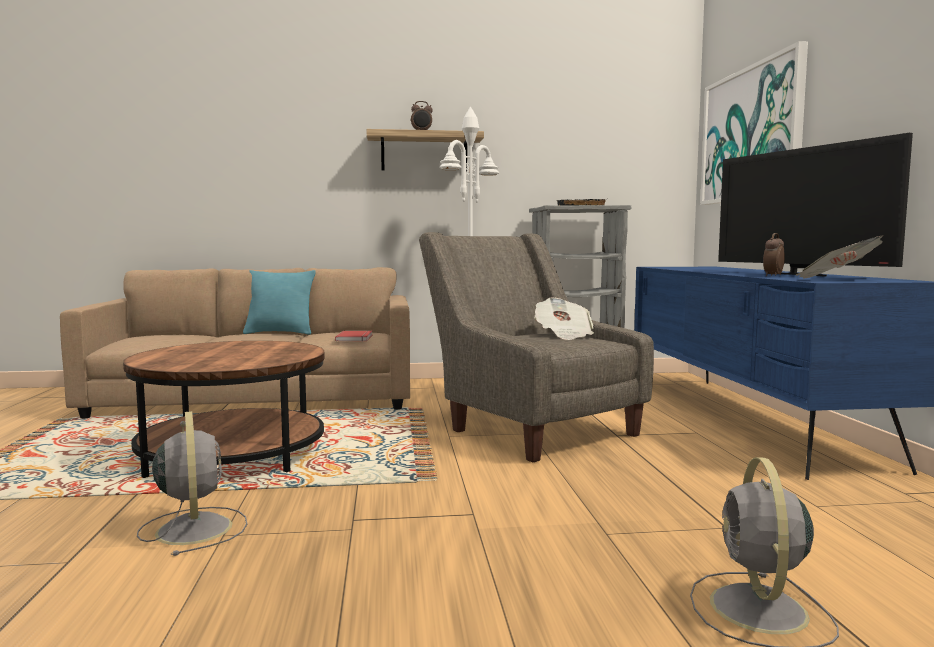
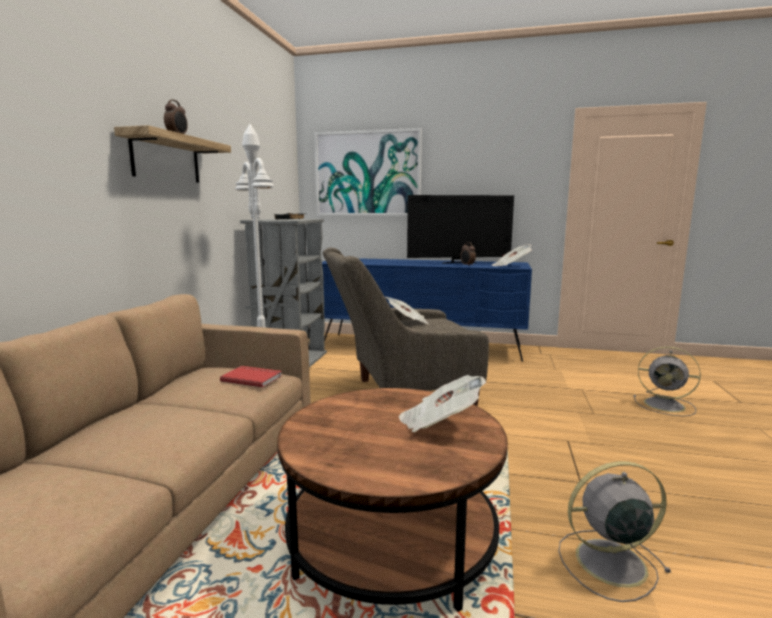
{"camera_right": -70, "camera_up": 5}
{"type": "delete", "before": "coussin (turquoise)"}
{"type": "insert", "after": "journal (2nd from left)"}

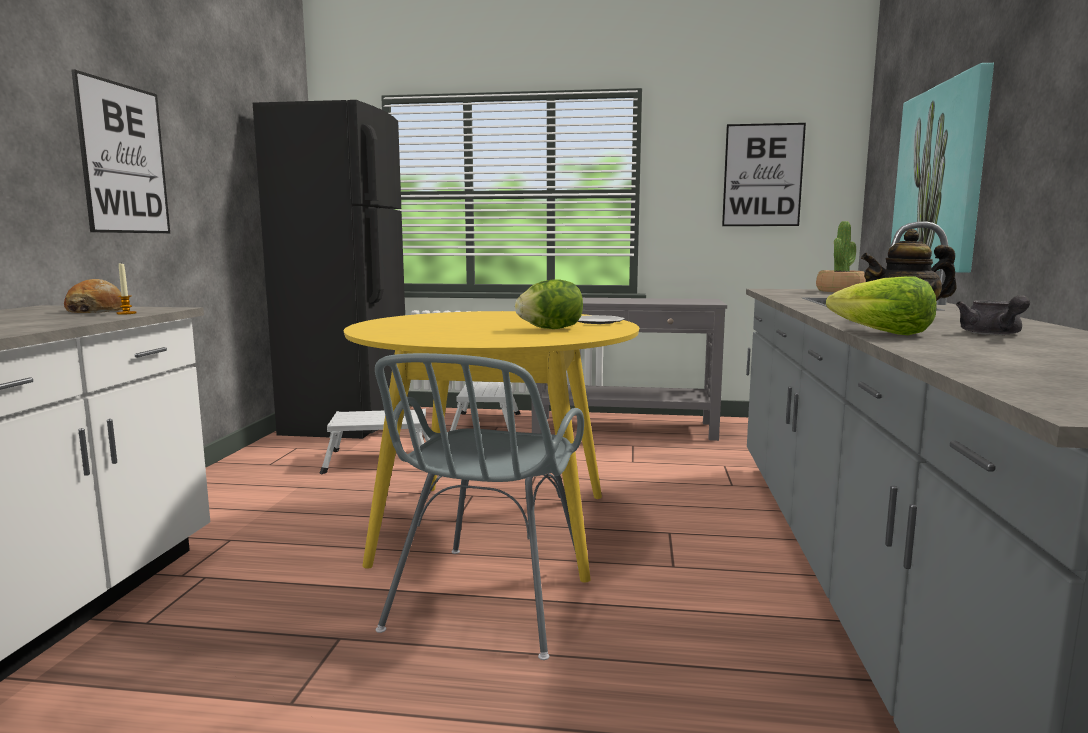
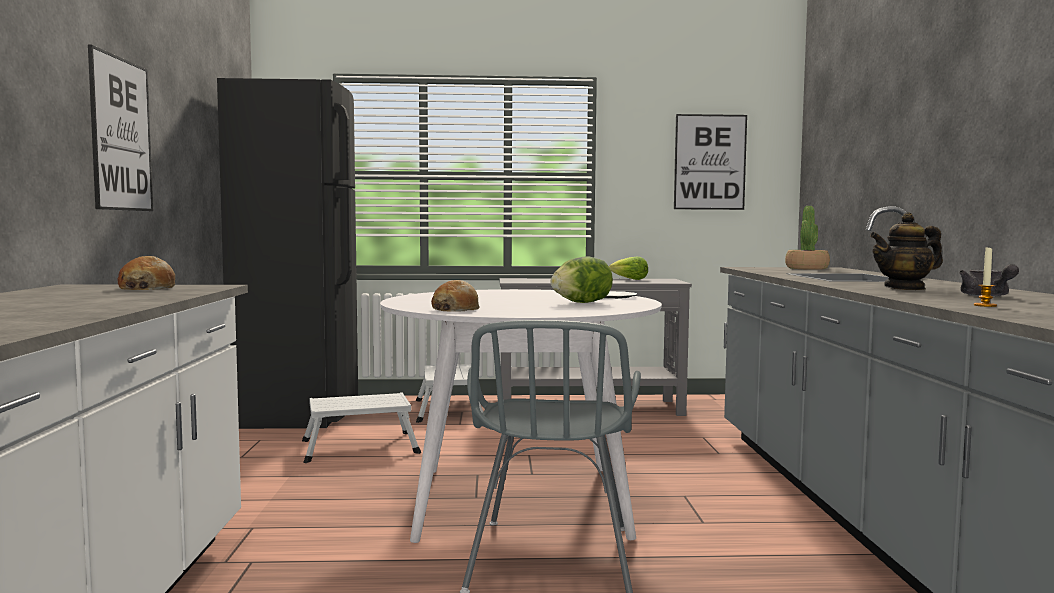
{"camera_right": -10, "camera_up": -5}
{"type": "move", "before": "bougie"}
{"type": "recolor", "before": "table à manger (jaune)", "after": "table à manger (blanc)"}
{"type": "move", "before": "laitue (2nd from left)"}
{"type": "delete", "before": "tableau (3rd from left)"}
{"type": "insert", "after": "pain (2nd from left)"}

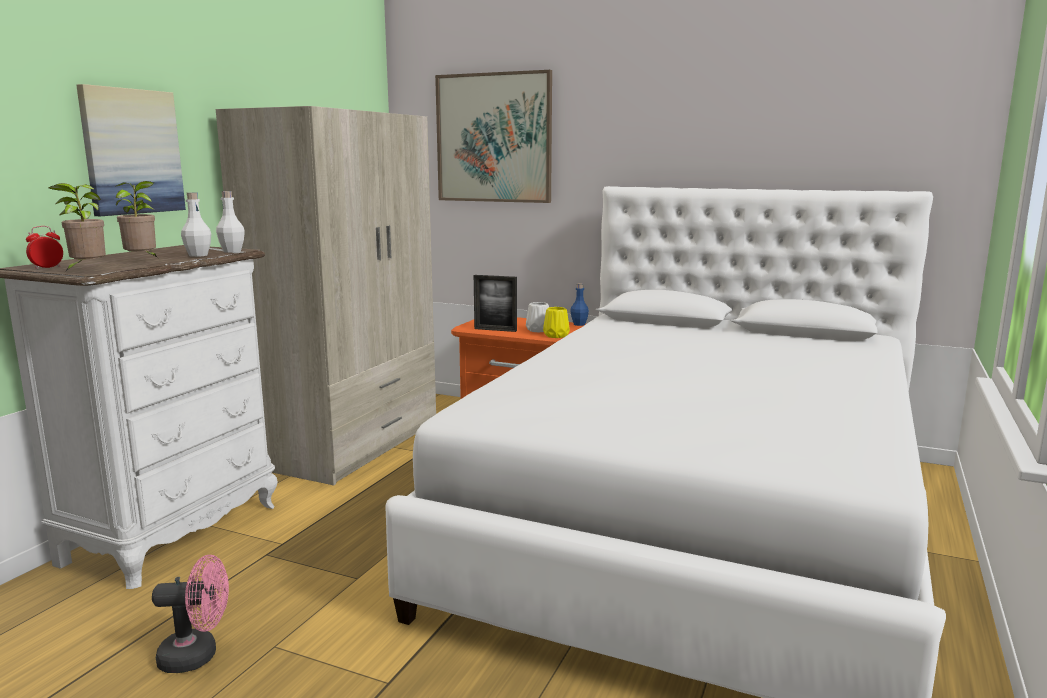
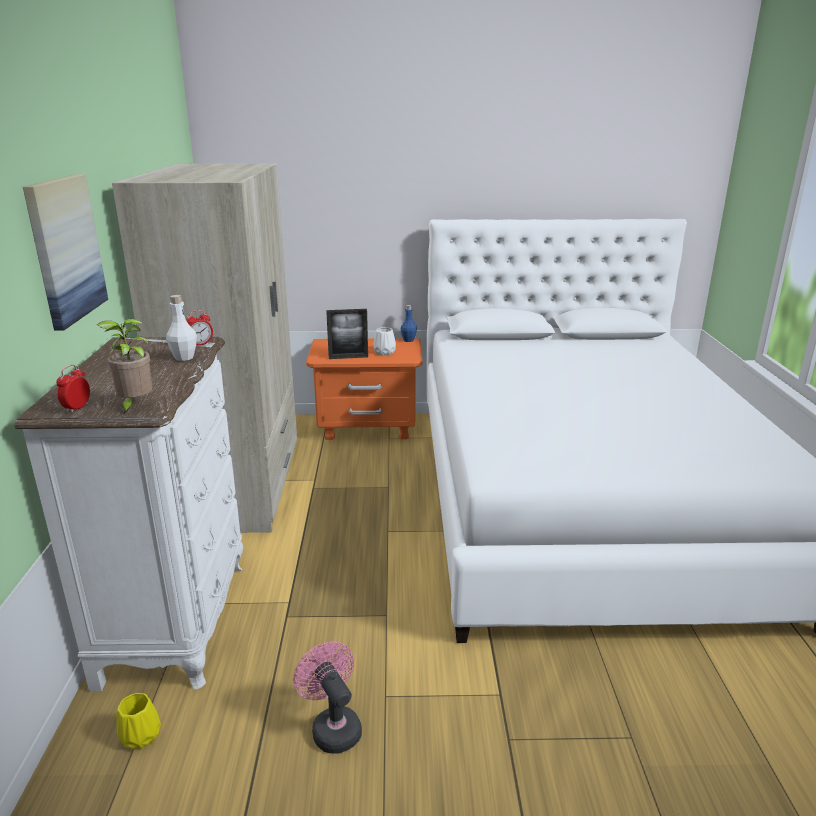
{"camera_right": -25, "camera_up": 10}
{"type": "delete", "before": "plante en pot (2nd from left)"}
{"type": "rotate", "before": "ventilateur (rose)", "turn": -90}
{"type": "replace", "before": "bouteille (blanc) (2nd from left)", "after": "réveil (2nd from left)"}
{"type": "delete", "before": "tableau (2nd from left)"}
{"type": "move", "before": "vase (jaune)"}

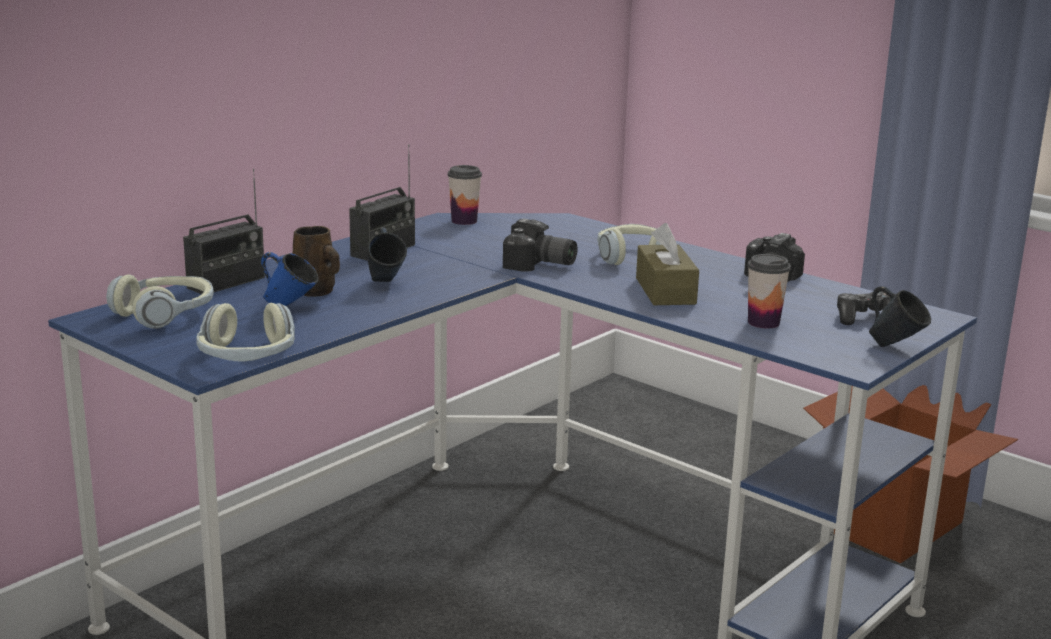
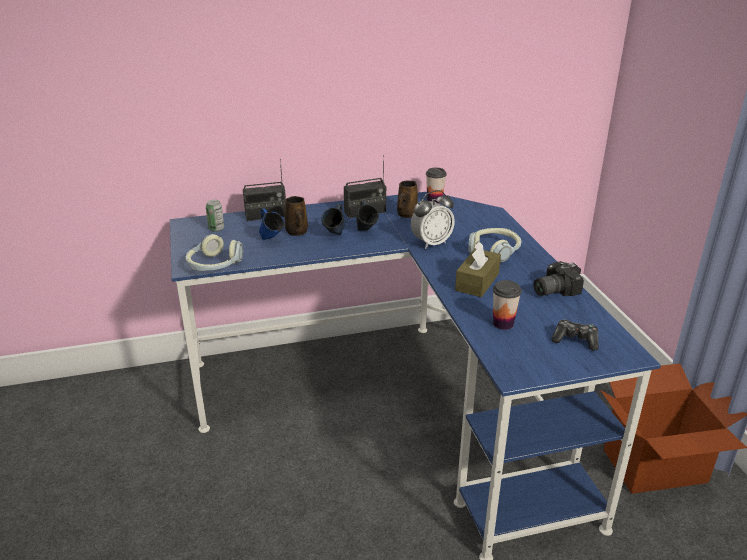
{"camera_right": 35, "camera_up": 10}
{"type": "replace", "before": "casque audio (1st from left)", "after": "boîte métallique"}
{"type": "replace", "before": "appareil photo (1st from left)", "after": "réveil"}
{"type": "move", "before": "mug (bleu) (3rd from left)"}
{"type": "insert", "after": "mug (marron) (2nd from left)"}

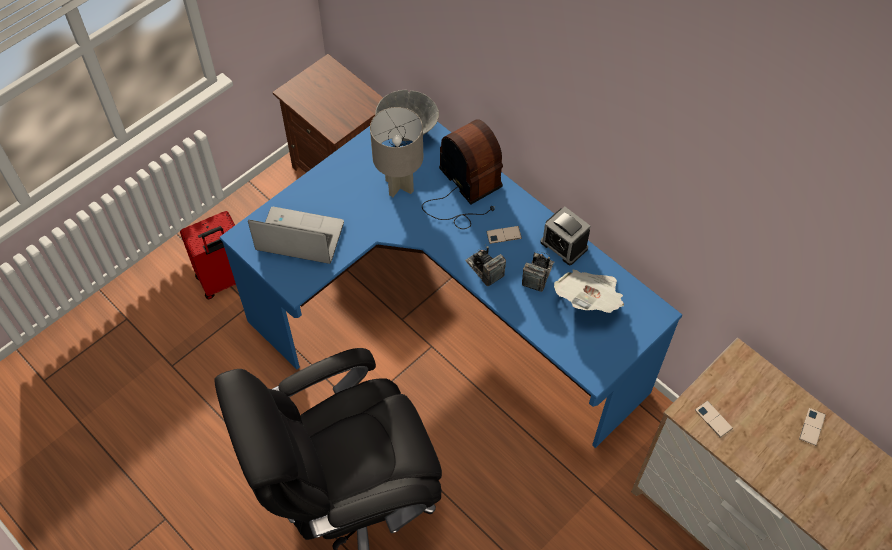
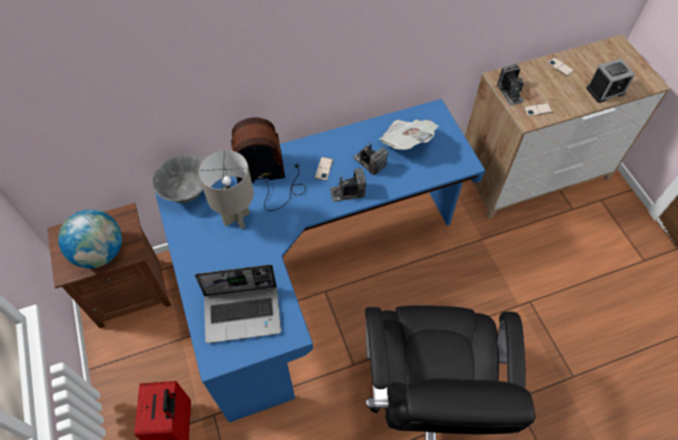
{"camera_right": -65, "camera_up": 0}
{"type": "rotate", "before": "ordinateur portable", "turn": -135}
{"type": "move", "before": "réveil"}
{"type": "insert", "after": "globe"}
{"type": "insert", "after": "appareil photo (3rd from left)"}

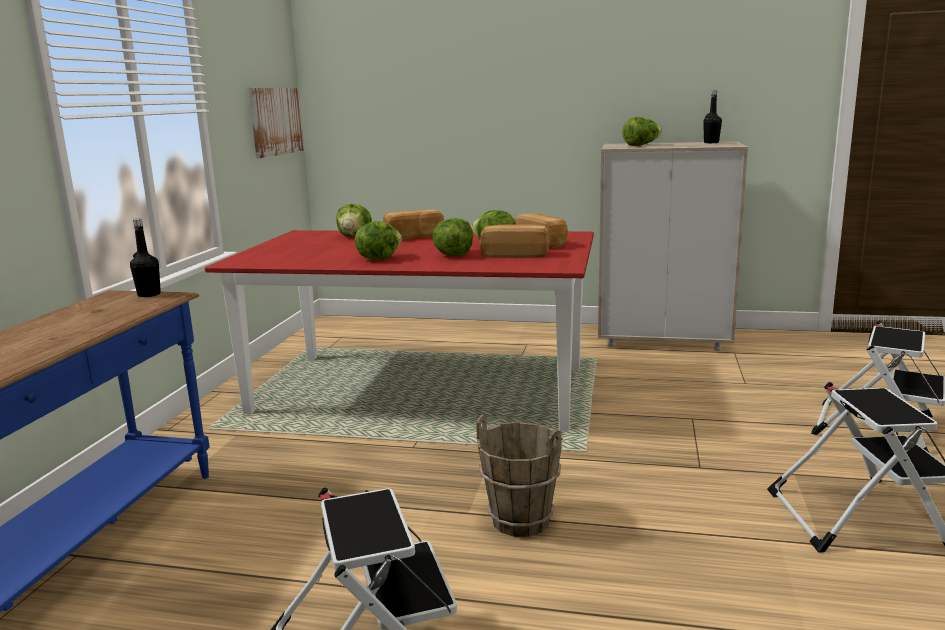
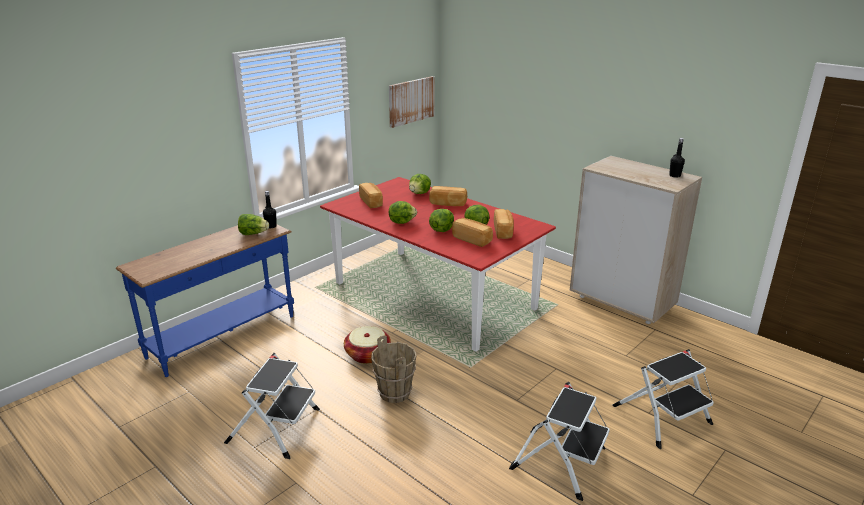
{"camera_right": 30, "camera_up": 10}
{"type": "move", "before": "laitue (5th from left in the first image)", "after": "laitue (1st from left)"}
{"type": "insert", "after": "panier"}
{"type": "insert", "after": "pain (1st from left)"}

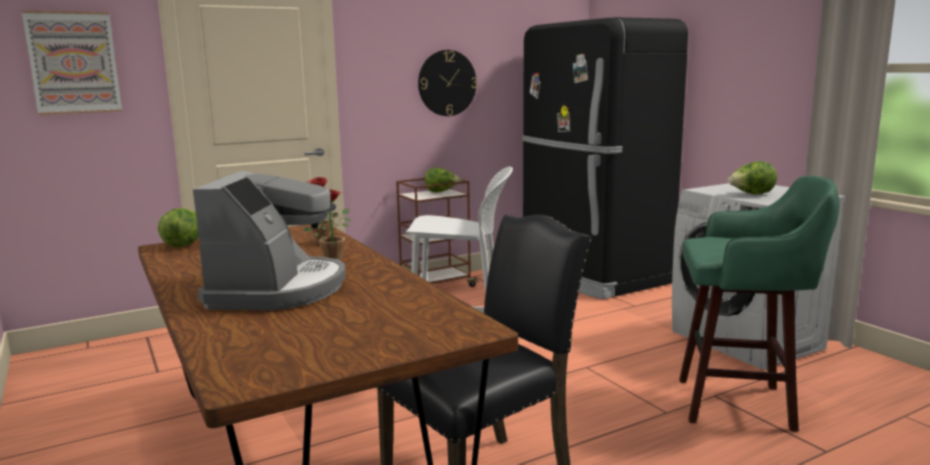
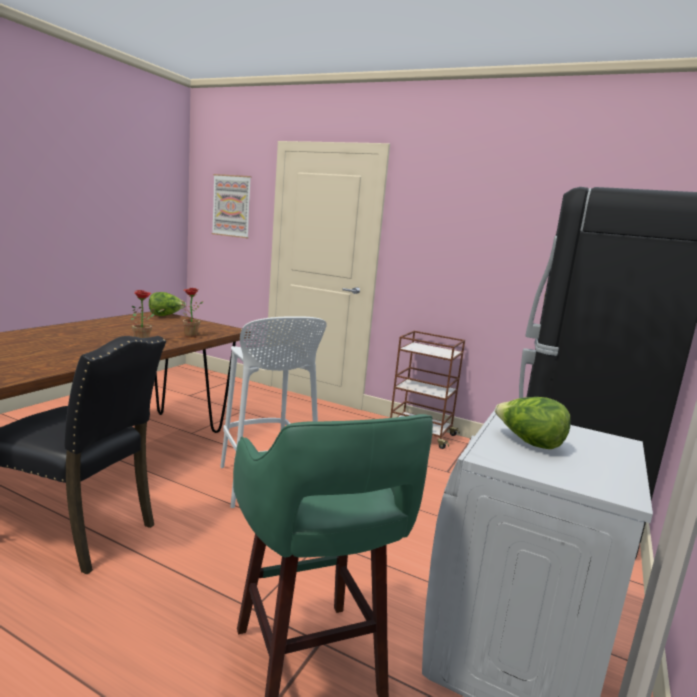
{"camera_right": 55, "camera_up": 0}
{"type": "delete", "before": "machine à café"}
{"type": "delete", "before": "horloge murale"}
{"type": "delete", "before": "laitue (2nd from left)"}

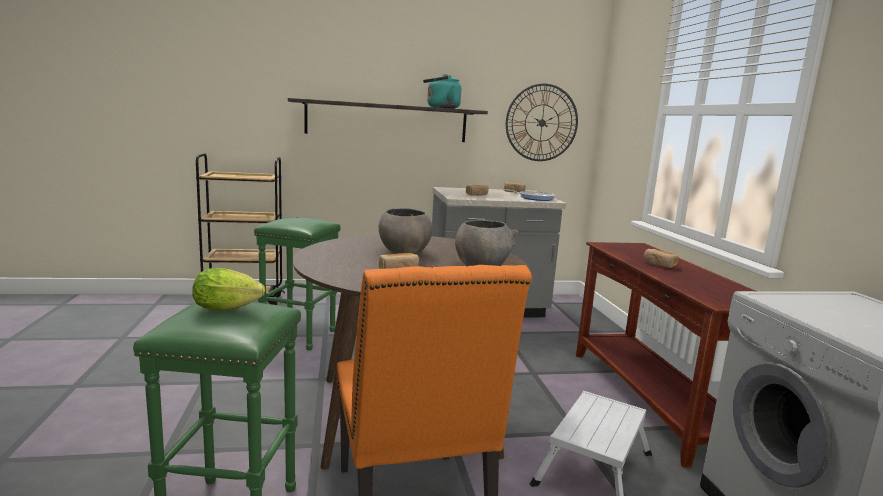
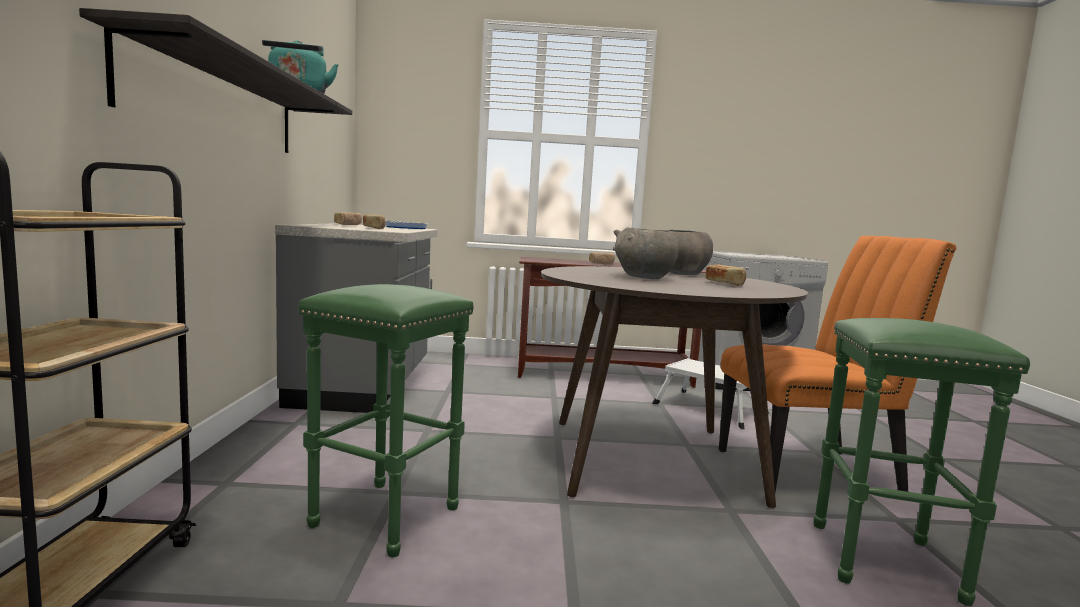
{"camera_right": -80, "camera_up": -5}
{"type": "delete", "before": "laitue"}
{"type": "delete", "before": "horloge murale"}

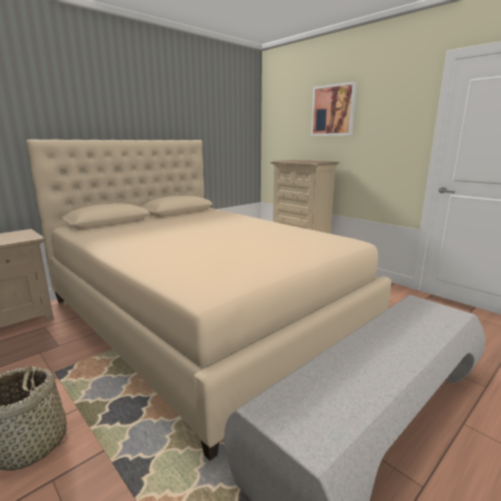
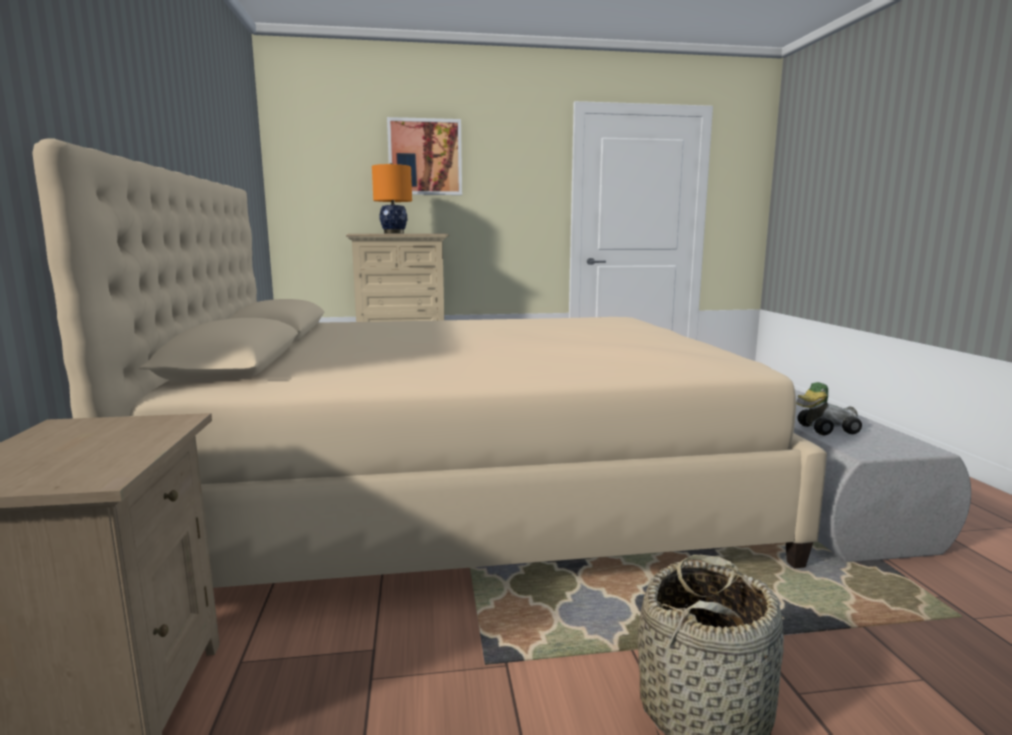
{"camera_right": -55, "camera_up": -5}
{"type": "insert", "after": "lampe de table (orange)"}
{"type": "insert", "after": "petite voiture"}

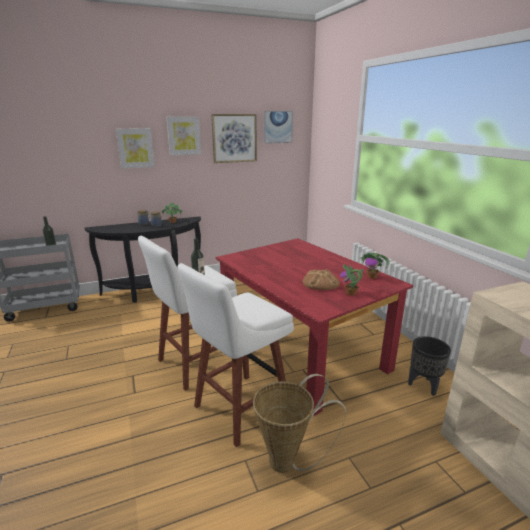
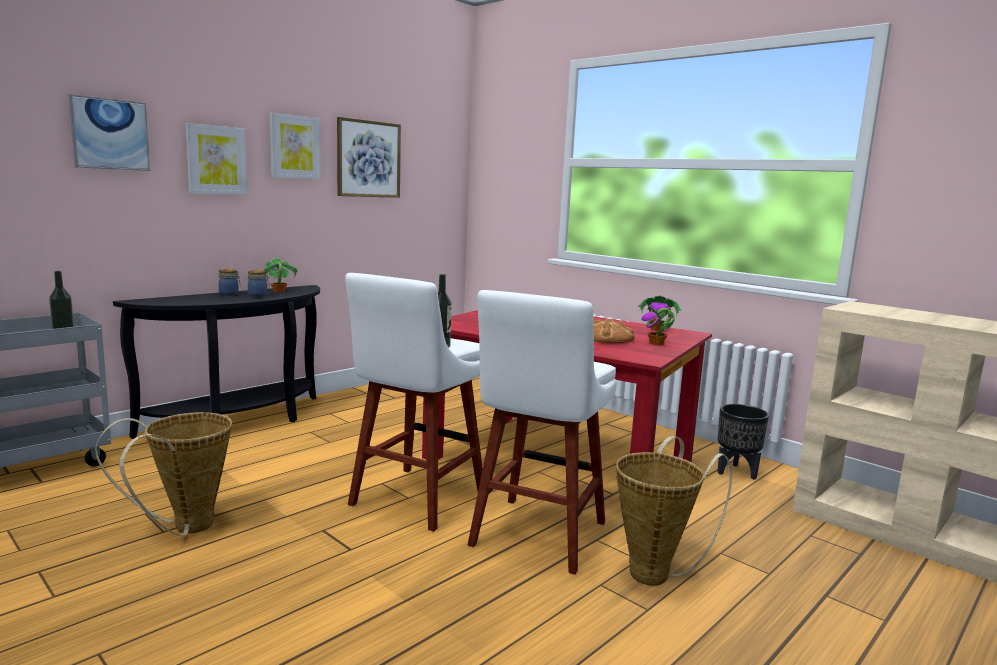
{"camera_right": -25, "camera_up": -10}
{"type": "move", "before": "tableau (4th from left in the first image)", "after": "tableau (1st from left)"}
{"type": "insert", "after": "panier (1st from left)"}

